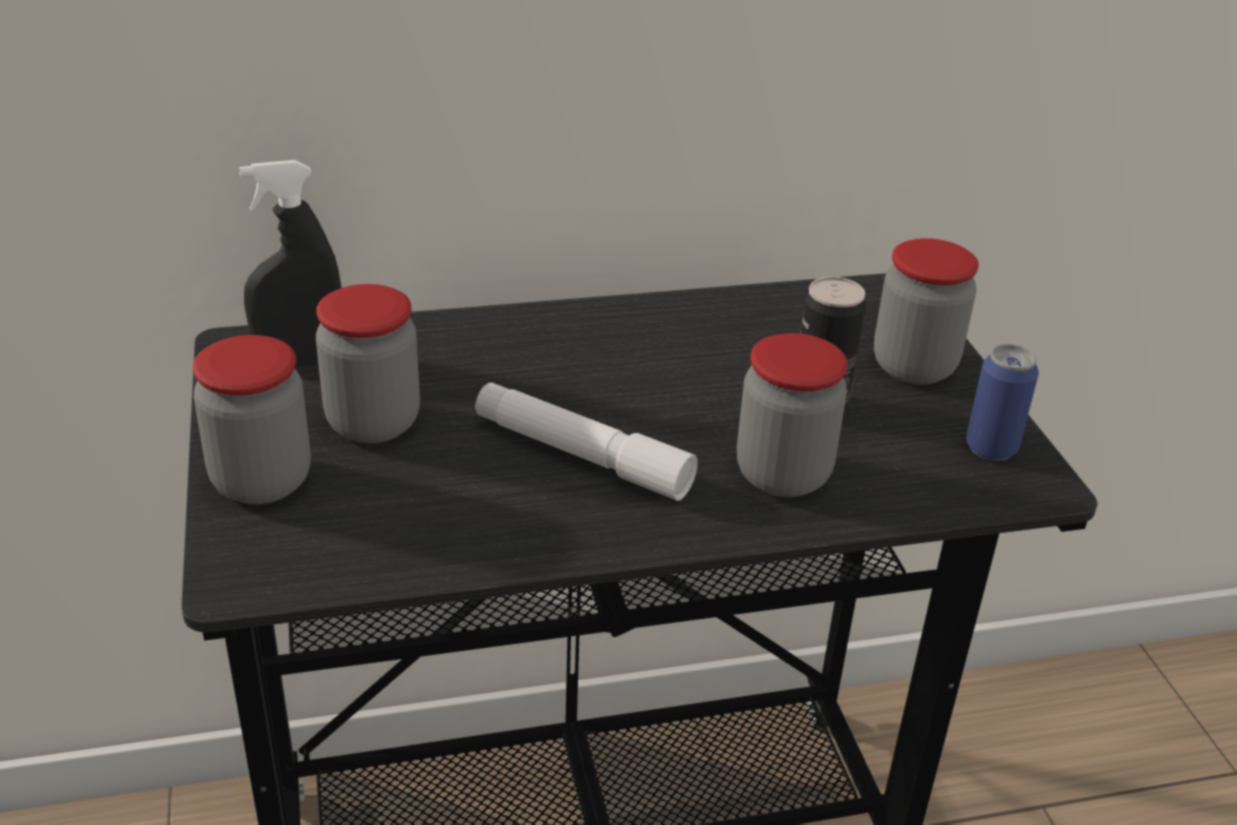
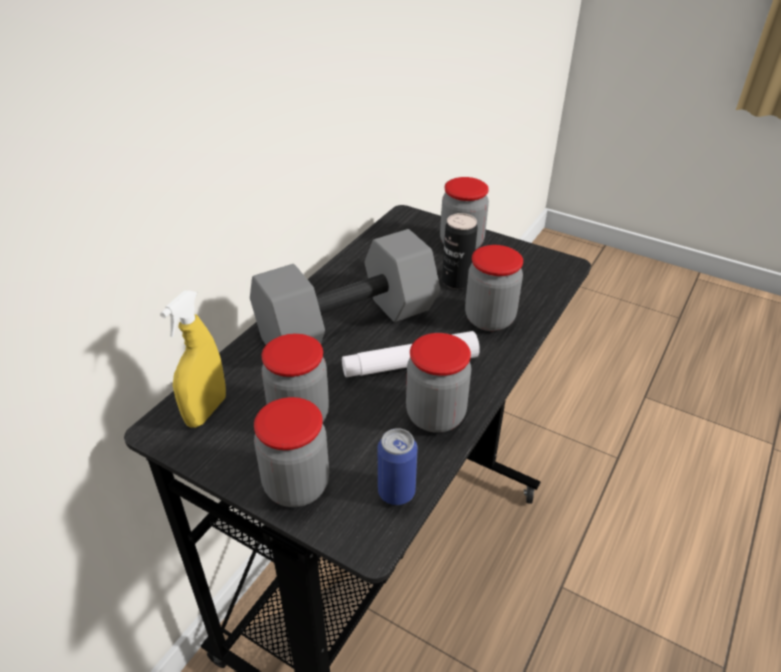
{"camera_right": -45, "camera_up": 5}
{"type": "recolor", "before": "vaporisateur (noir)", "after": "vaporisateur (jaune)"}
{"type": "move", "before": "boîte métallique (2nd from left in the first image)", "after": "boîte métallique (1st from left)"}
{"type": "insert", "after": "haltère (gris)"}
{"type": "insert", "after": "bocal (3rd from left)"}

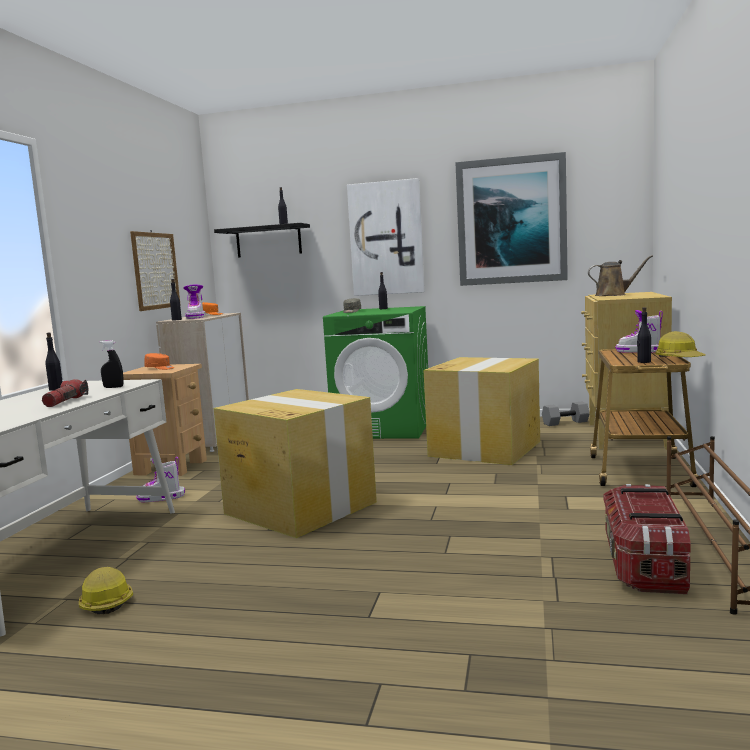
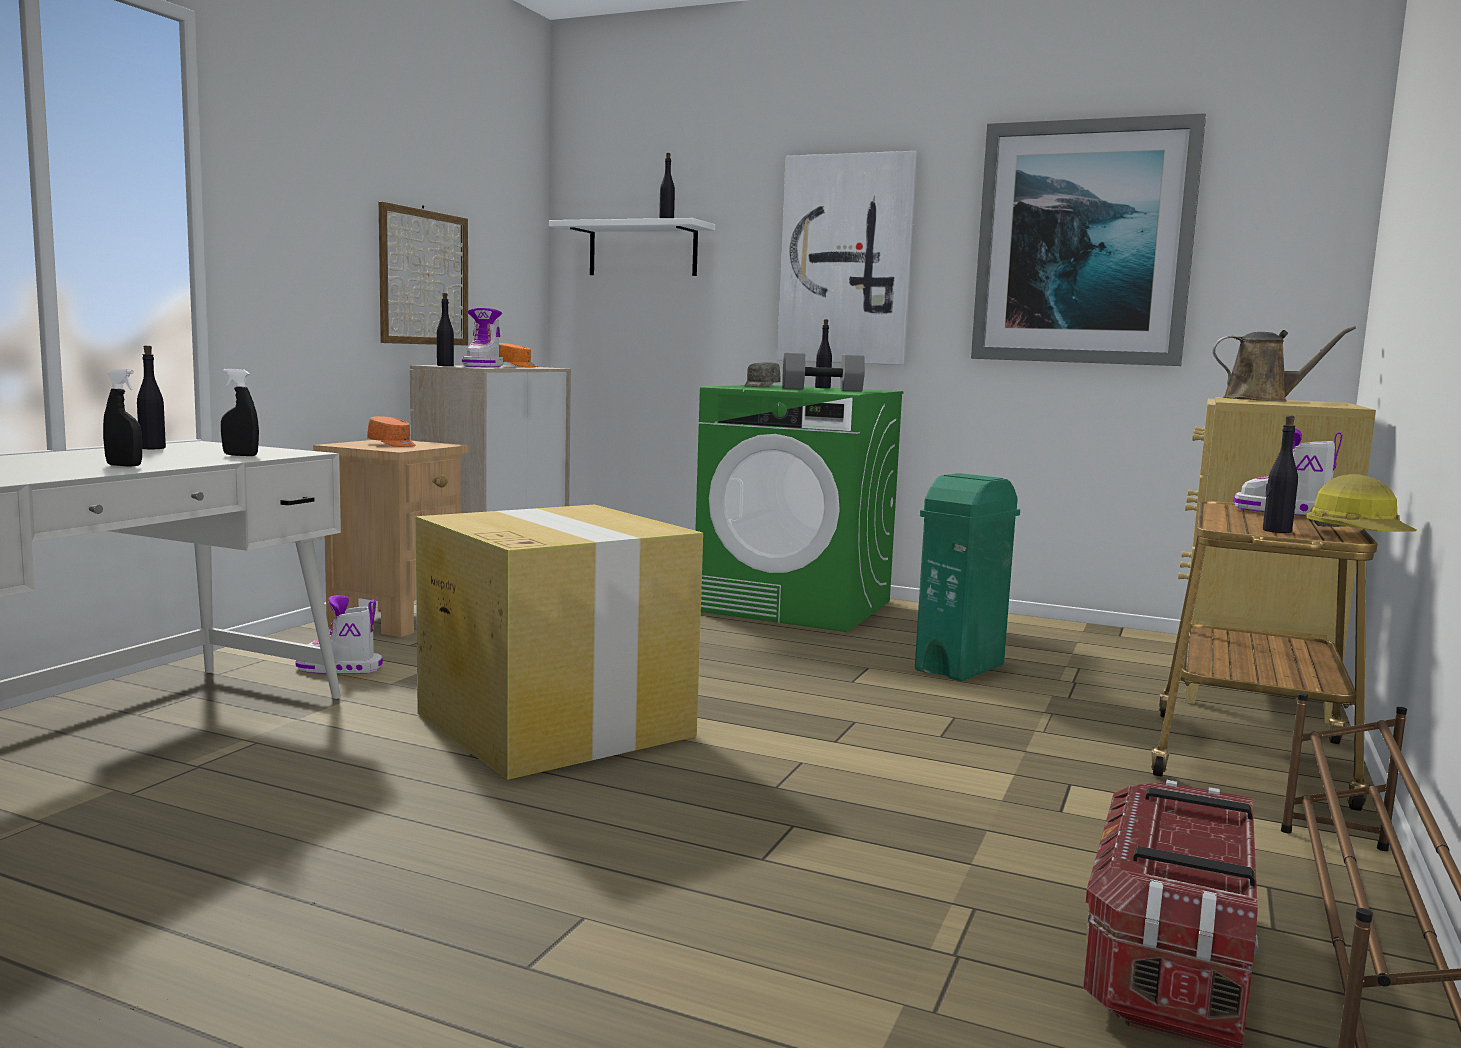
{"camera_right": 10, "camera_up": 0}
{"type": "replace", "before": "lampe de poche", "after": "vaporisateur (noir) (1st from left)"}
{"type": "delete", "before": "casque de chantier (1st from left)"}
{"type": "recolor", "before": "étagère (noir)", "after": "étagère (blanc)"}
{"type": "replace", "before": "carton (2nd from left)", "after": "poubelle (vert)"}
{"type": "move", "before": "haltère (gris)"}

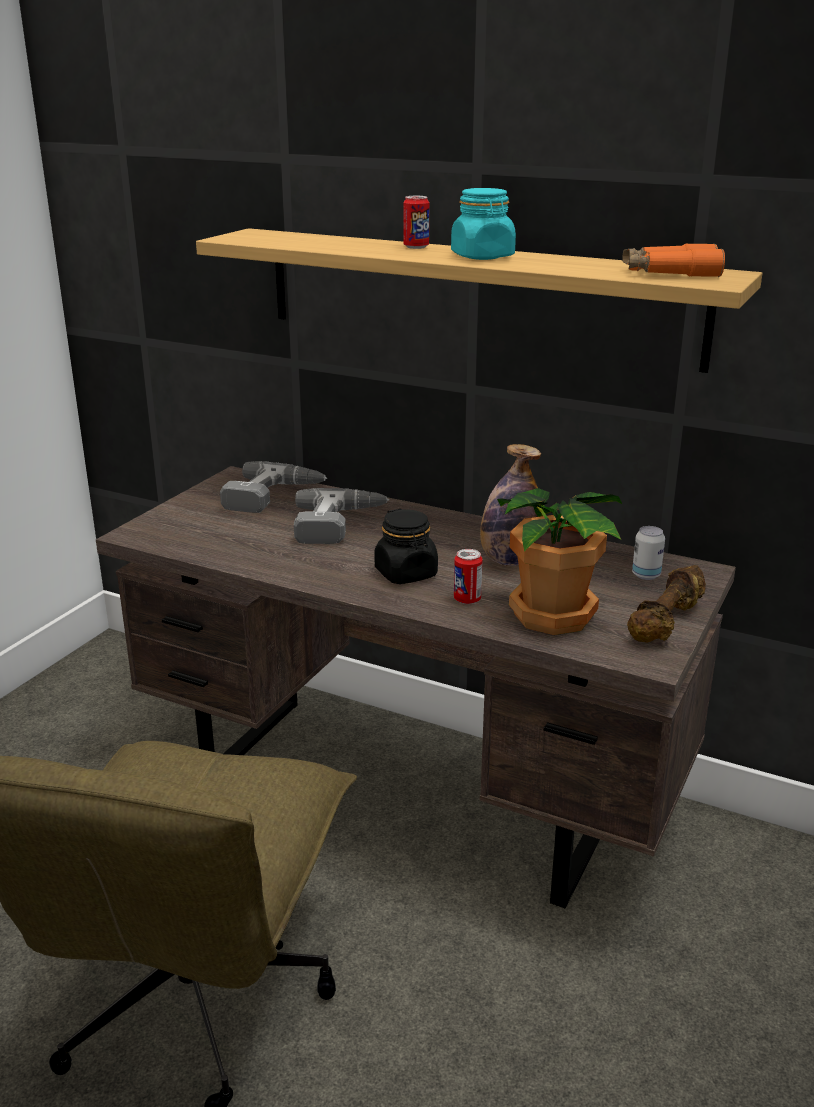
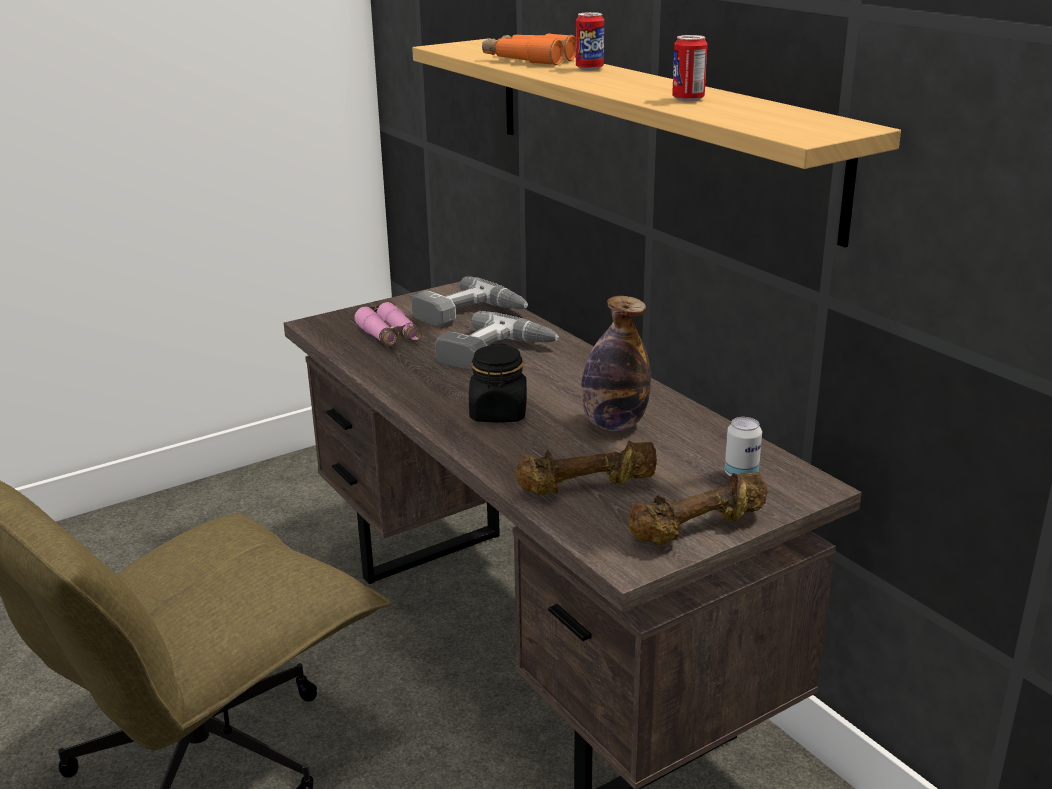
{"camera_right": 30, "camera_up": 0}
{"type": "delete", "before": "bocal (turquoise)"}
{"type": "move", "before": "boîte métallique (2nd from left)"}
{"type": "replace", "before": "plante en pot", "after": "haltère (marron) (1st from left)"}
{"type": "move", "before": "jumelles (orange)"}
{"type": "insert", "after": "jumelles (rose)"}

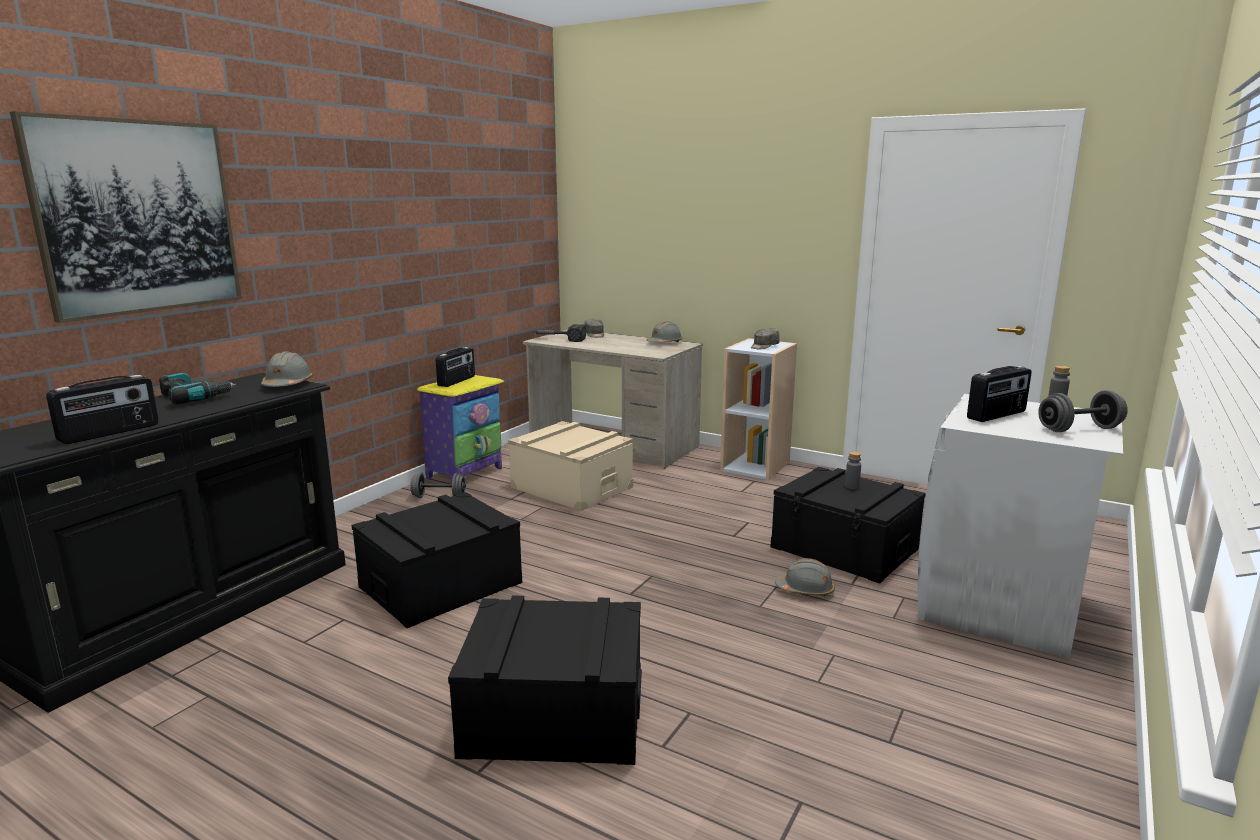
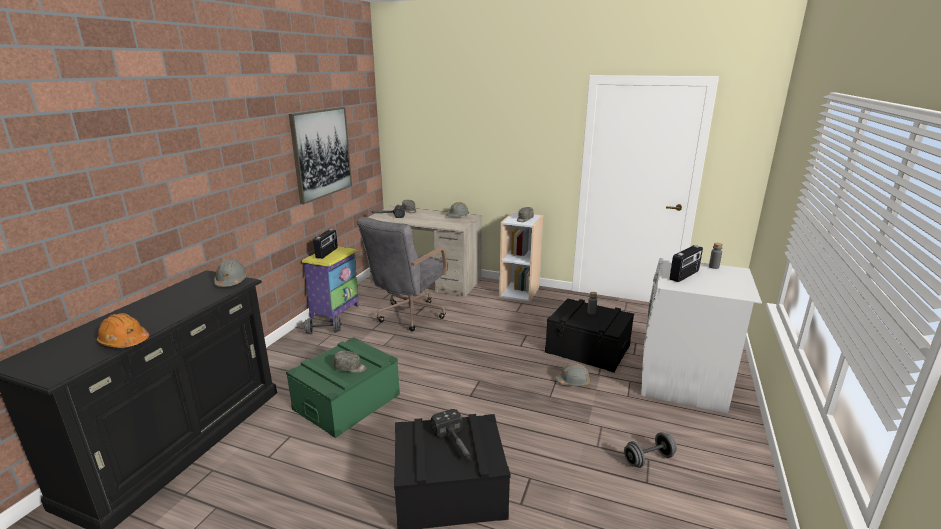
{"camera_right": -10, "camera_up": 5}
{"type": "move", "before": "tableau"}
{"type": "replace", "before": "radio (1st from left)", "after": "casque de chantier (orange)"}
{"type": "delete", "before": "perceuse"}
{"type": "recolor", "before": "boîte de rangement (noir) (1st from left)", "after": "boîte de rangement (vert)"}
{"type": "replace", "before": "boîte de rangement (beige)", "after": "chaise de bureau (gris)"}
{"type": "move", "before": "haltère (gris) (2nd from left)"}
{"type": "insert", "after": "casquette (gris) (1st from left)"}
{"type": "insert", "after": "marteau (2nd from left)"}

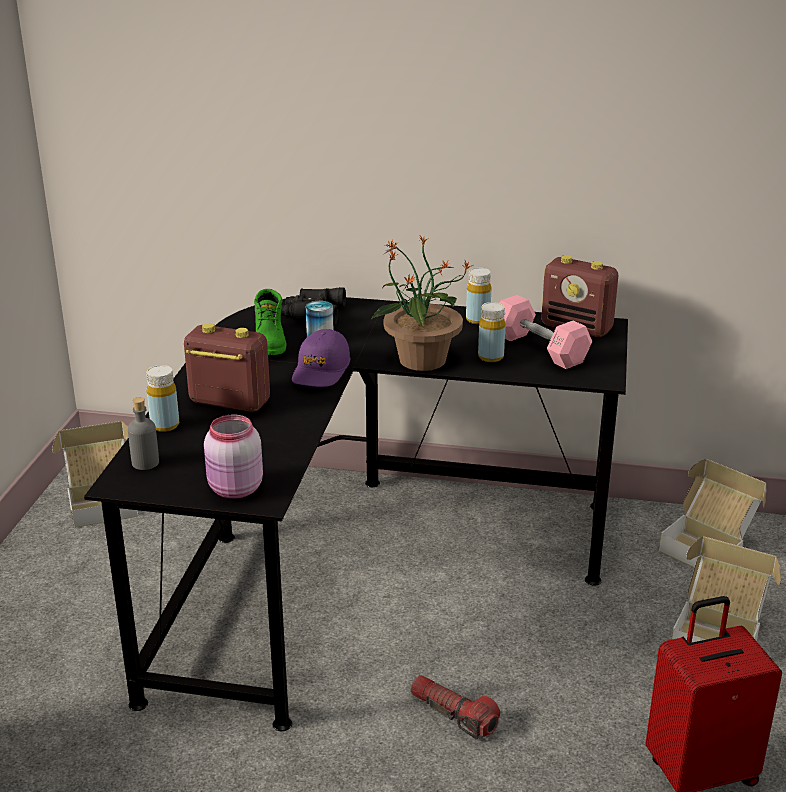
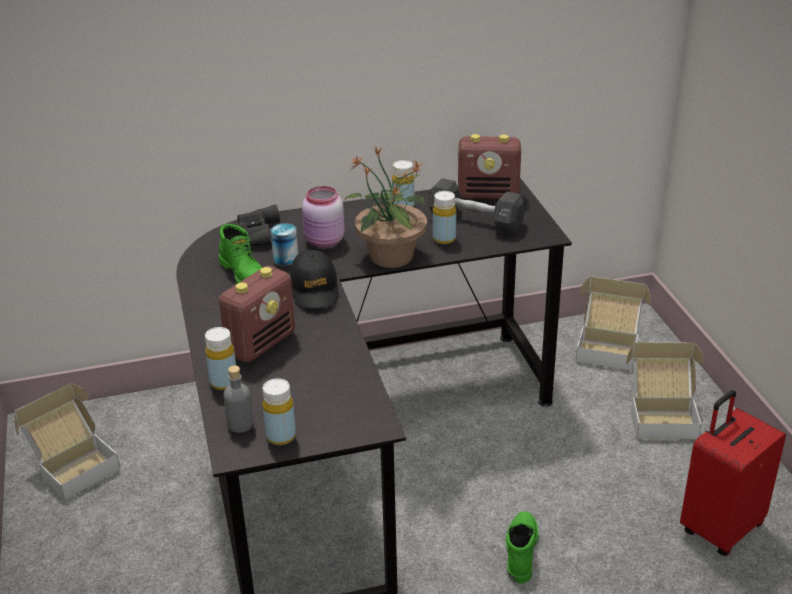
{"camera_right": -25, "camera_up": 5}
{"type": "rotate", "before": "radio (1st from left)", "turn": 135}
{"type": "move", "before": "bocal (rose)"}
{"type": "recolor", "before": "casquette (violet)", "after": "casquette (noir)"}
{"type": "replace", "before": "lampe de poche", "after": "botte (vert) (2nd from left)"}
{"type": "recolor", "before": "haltère (rose)", "after": "haltère (noir)"}
{"type": "insert", "after": "bouteille (jaune) (2nd from left)"}

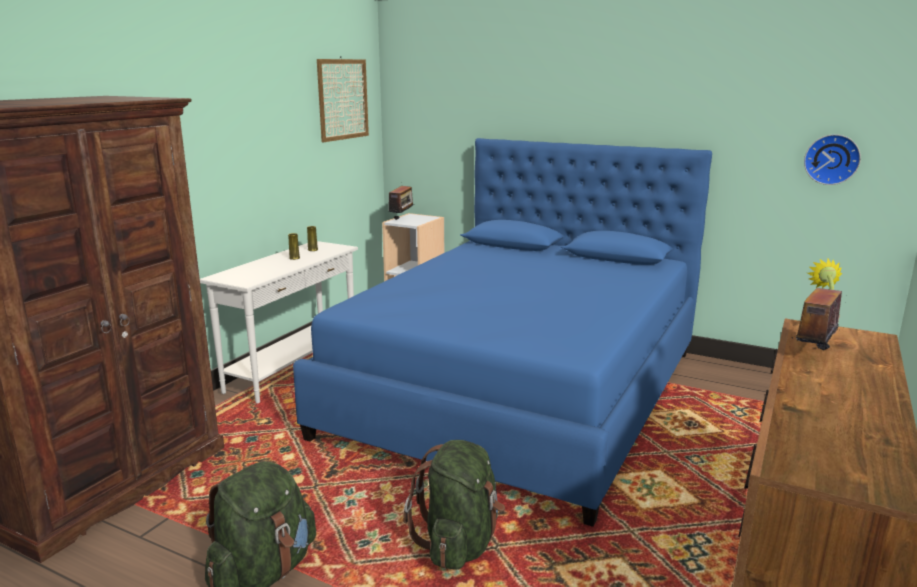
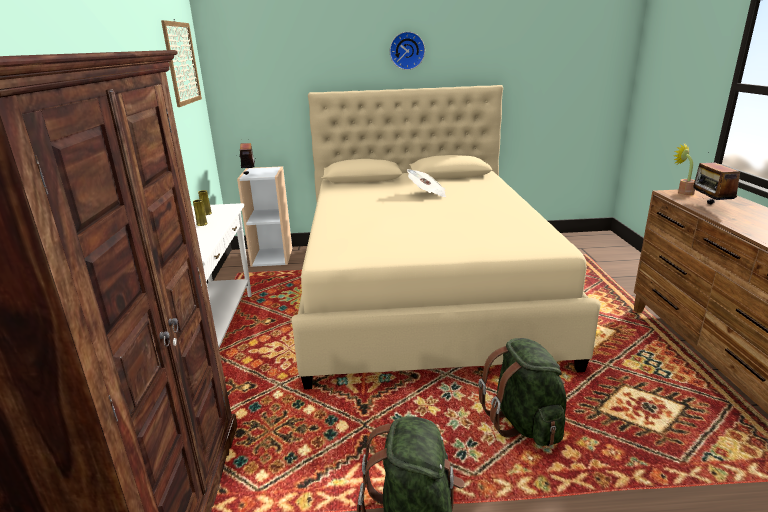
{"camera_right": -30, "camera_up": 5}
{"type": "recolor", "before": "lit (bleu)", "after": "lit (beige)"}
{"type": "move", "before": "horloge murale"}
{"type": "insert", "after": "journal"}

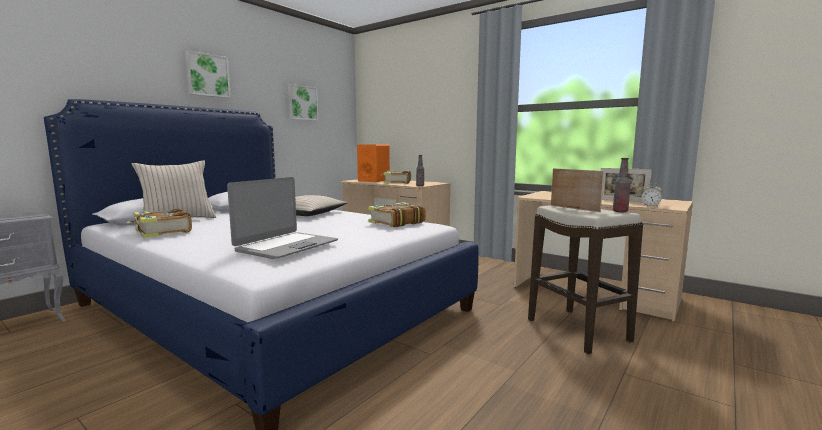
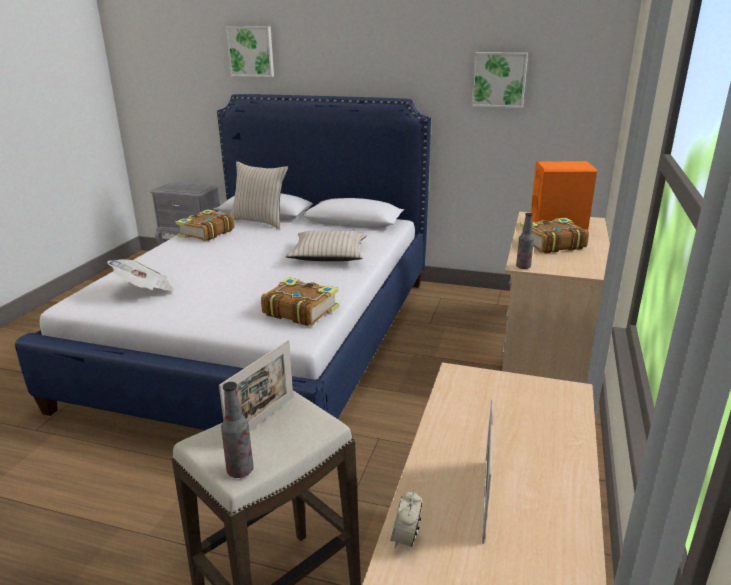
{"camera_right": 70, "camera_up": 15}
{"type": "move", "before": "tableau (1st from left)"}
{"type": "replace", "before": "ordinateur portable", "after": "journal"}

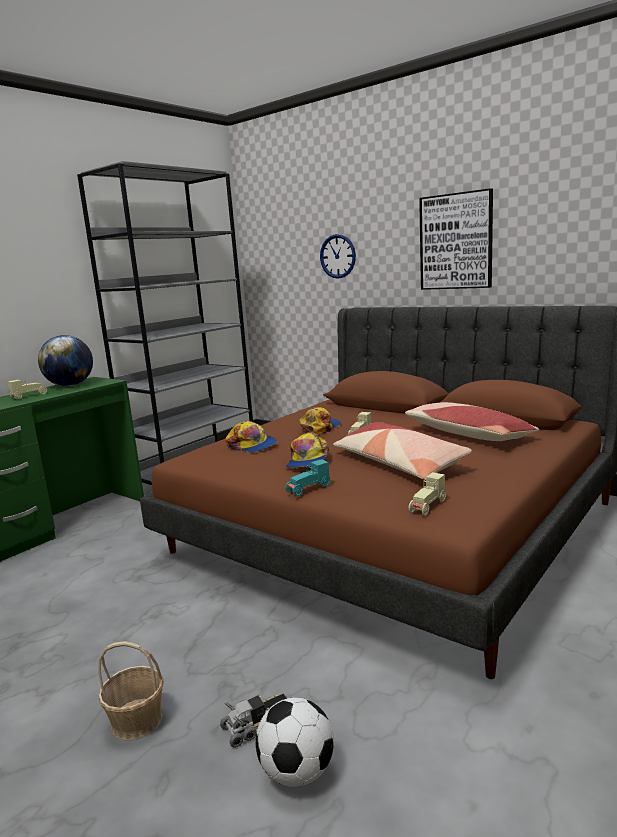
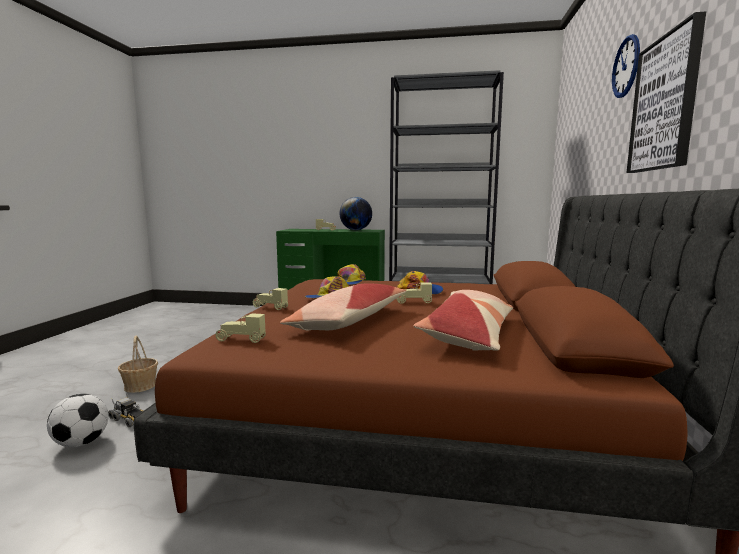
{"camera_right": 60, "camera_up": -5}
{"type": "recolor", "before": "petite voiture (turquoise)", "after": "petite voiture (beige) (2nd from left)"}
{"type": "move", "before": "horloge murale"}

